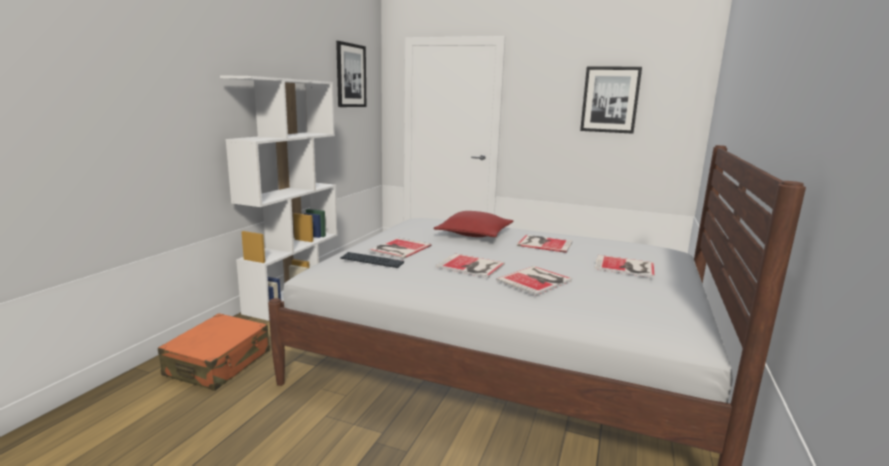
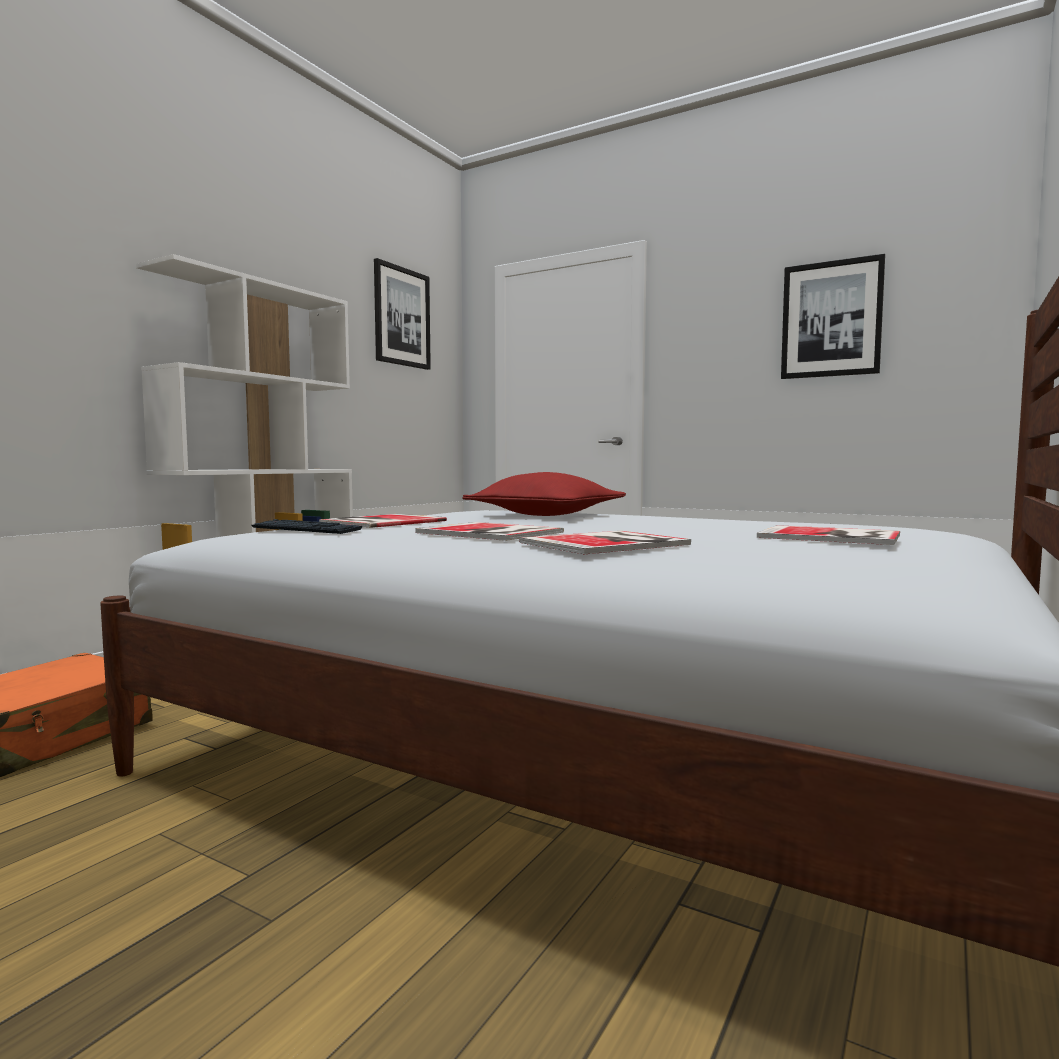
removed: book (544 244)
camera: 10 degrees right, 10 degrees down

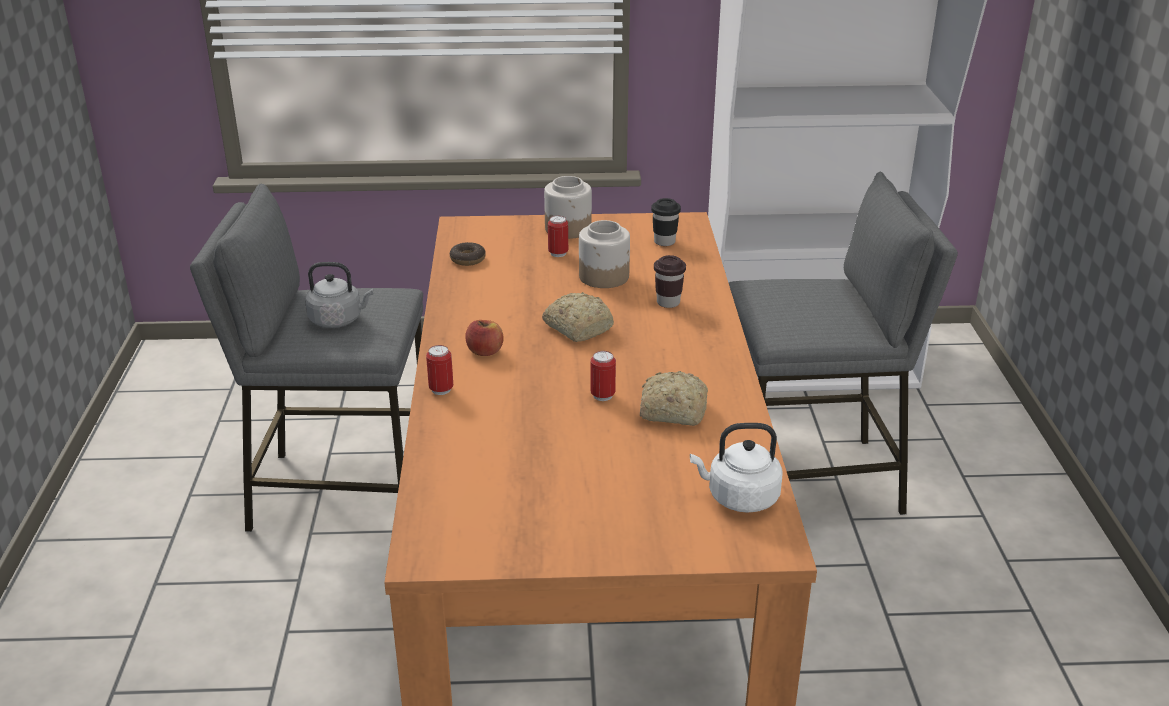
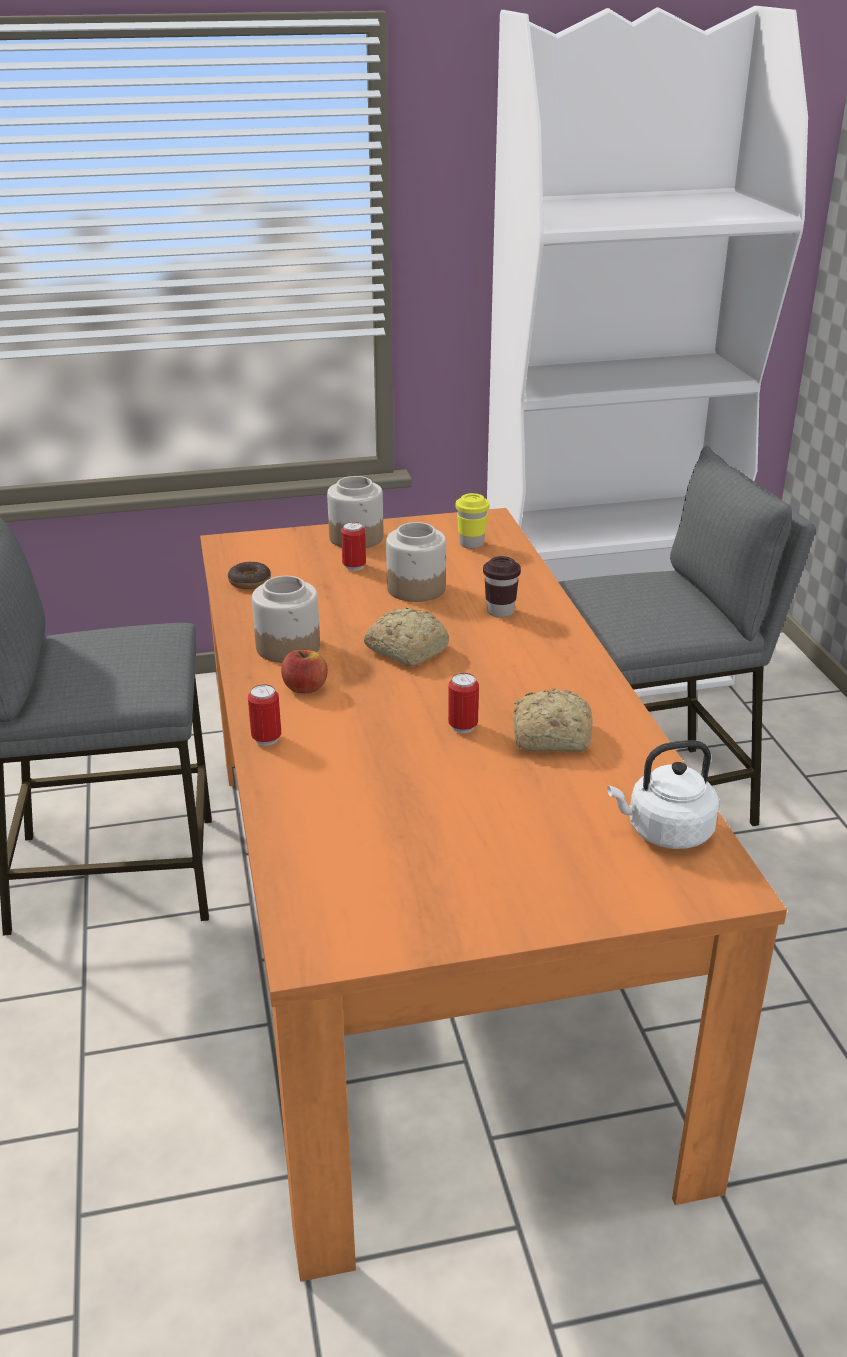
removed: kettle (grey) (339 295)
added: jar (286 619)
recoloured: cup (black) (666 222) to cup (yellow) (472 521)
camera: 10 degrees left, 0 degrees up

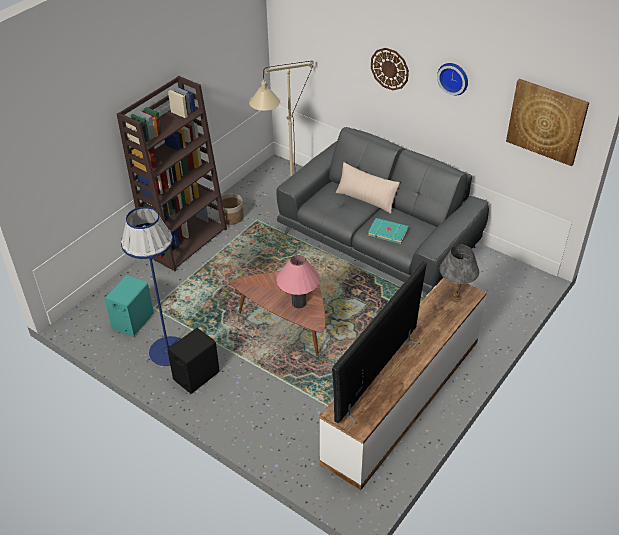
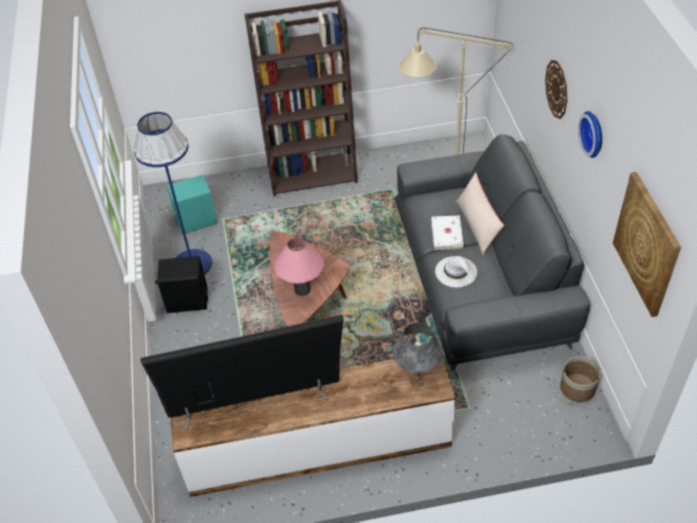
added: book (white) (447 232)
moved: planter (231 209) to (580 379)
replaced: book (turquoise) (388 231) to hat (white) (456 271)
camera: 45 degrees right, 5 degrees up

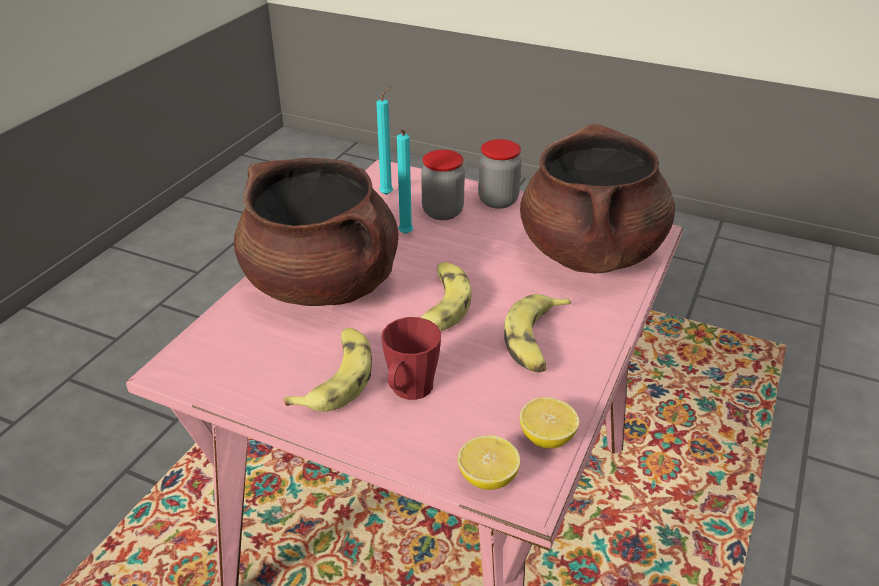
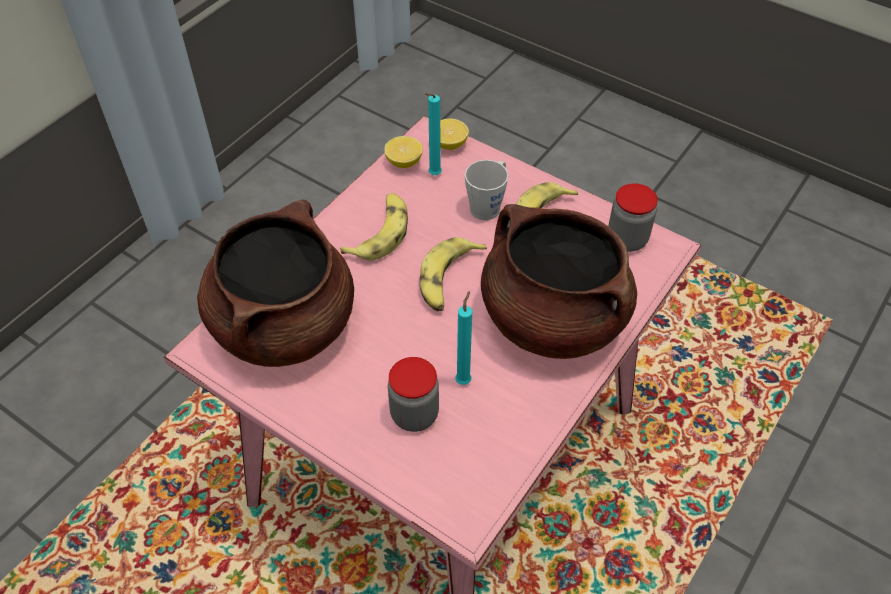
moved: candle (turquoise) (384 141) to (433 134); jar (500 174) to (633 217)
recoloured: mug (red) (411 358) to mug (grey) (487 190)
camera: 170 degrees left, 15 degrees up

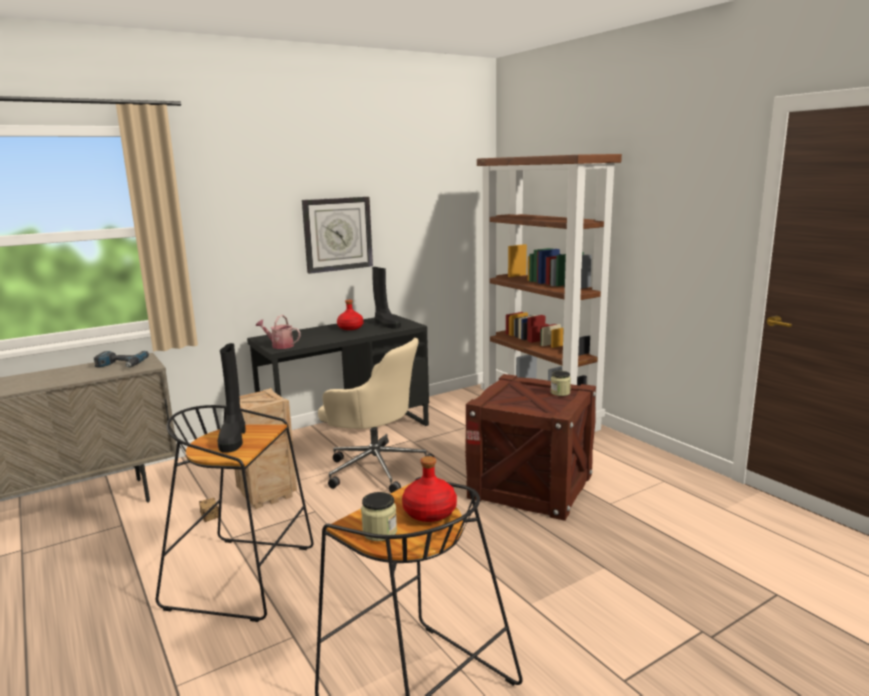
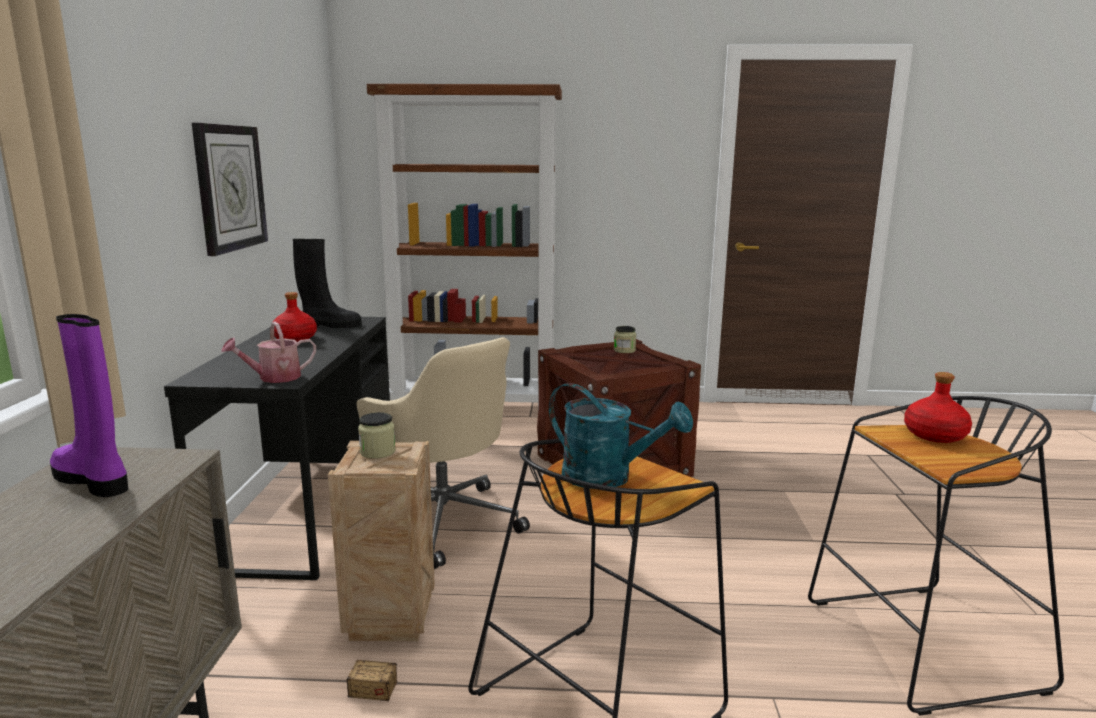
moved: jar (379 516) to (376 435)
replaced: boot (black) (231 398) to watering can (turquoise) (621 436); power drill (121 359) to boot (purple) (89 405)
turned: office chair (beige) (376 415) = (443 453) 75 degrees clockwise
camera: 55 degrees left, 0 degrees up

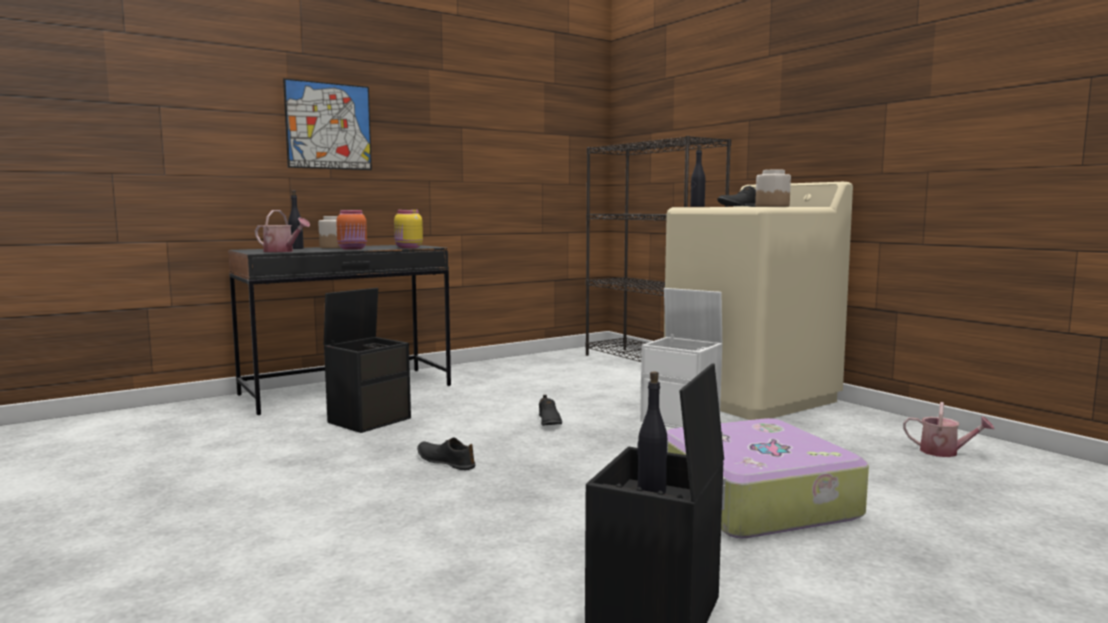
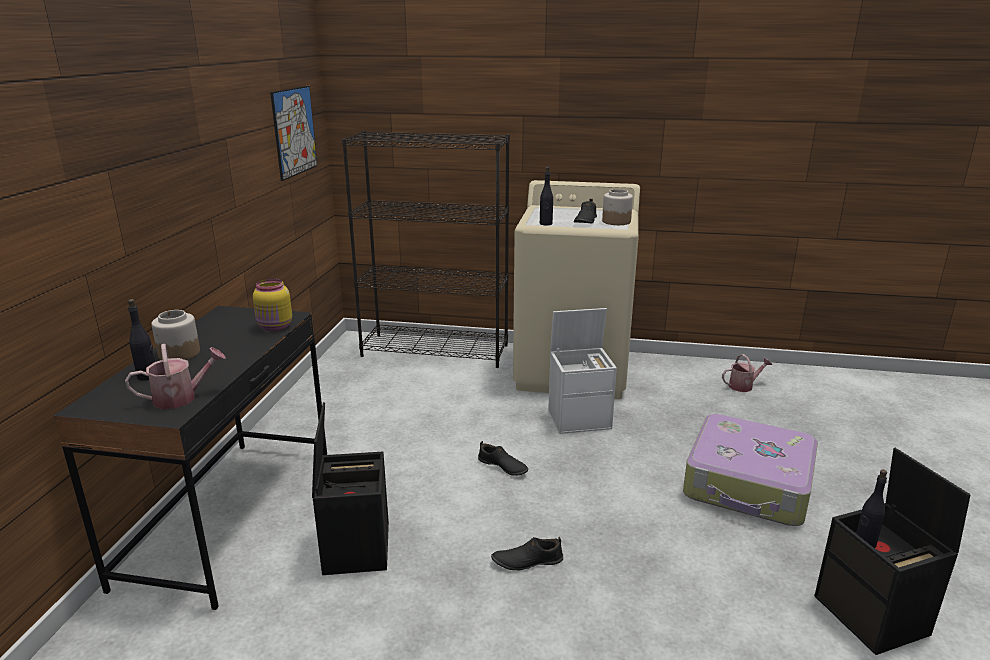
removed: jar (orange) (351 230)
moved: picture (327 124) to (293 133)
camera: 45 degrees left, 15 degrees up

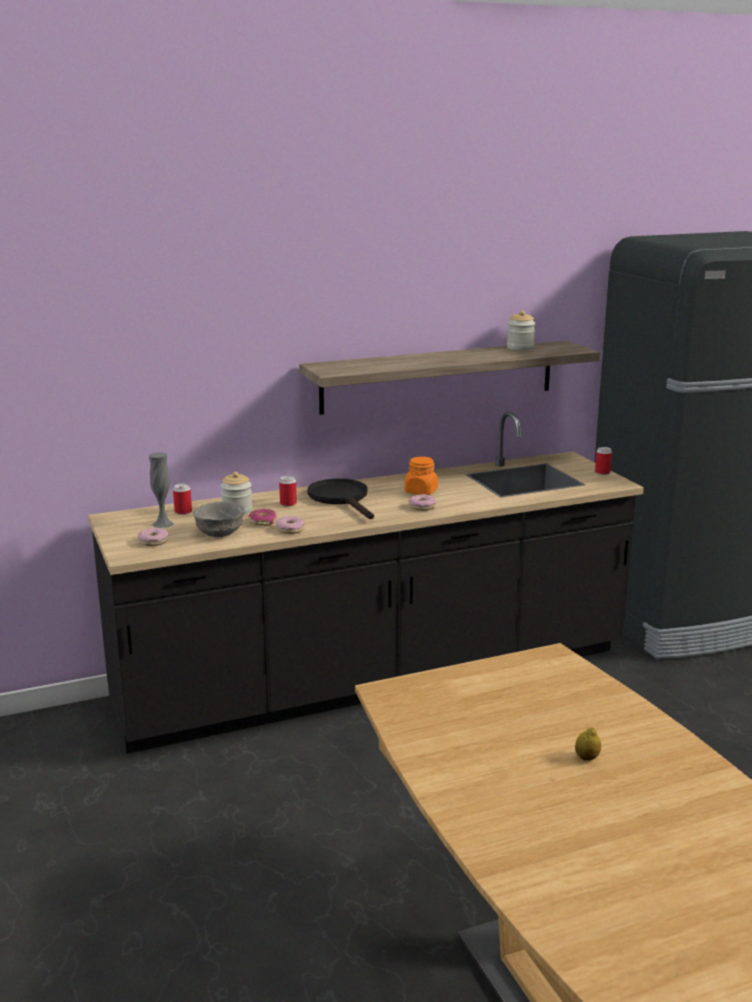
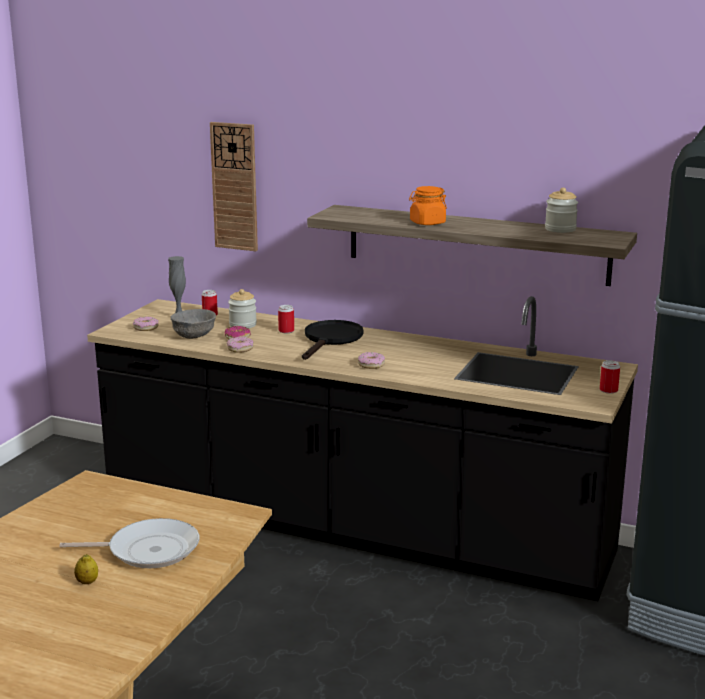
added: wall clock (234 186); frying pan (129 543)
moved: jar (orange) (421 475) to (428 205)
camera: 45 degrees right, 0 degrees up

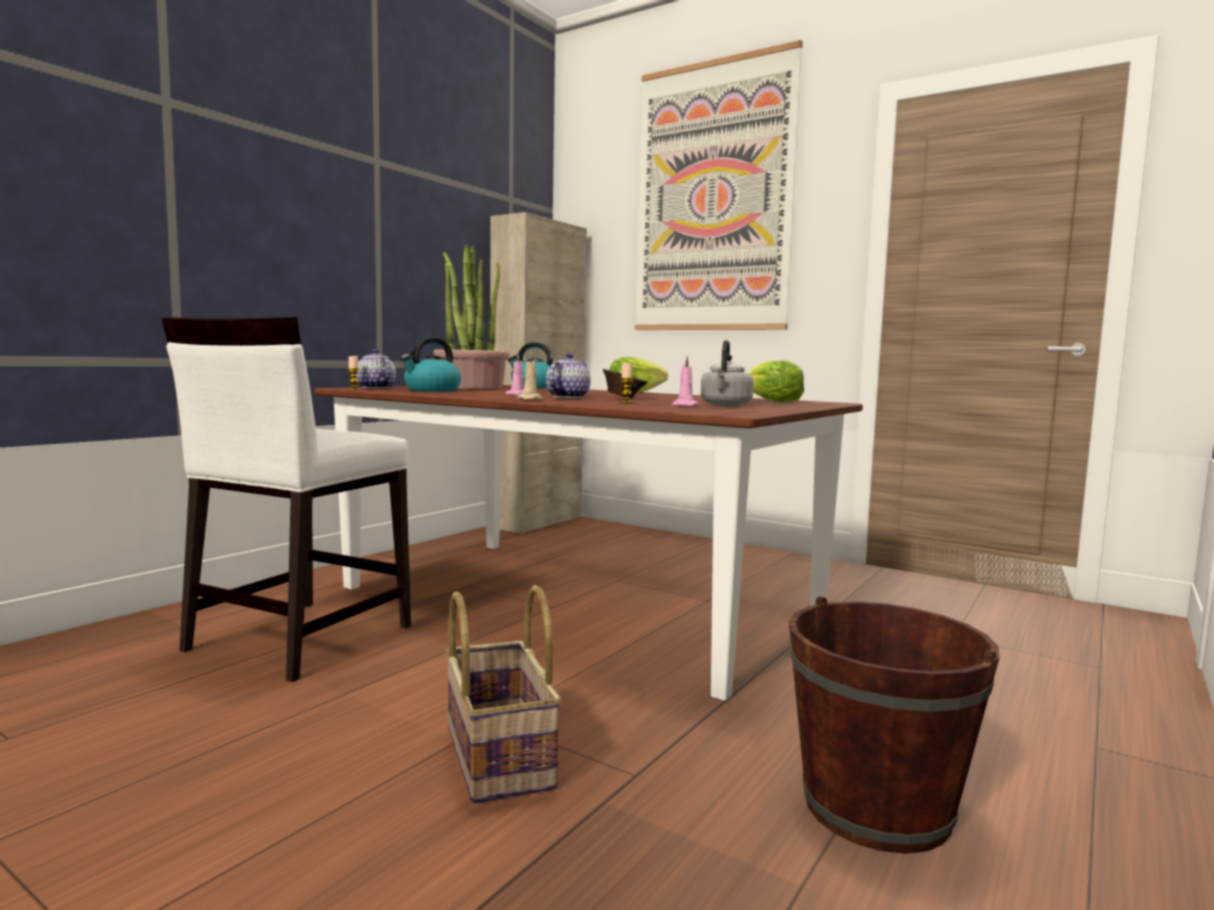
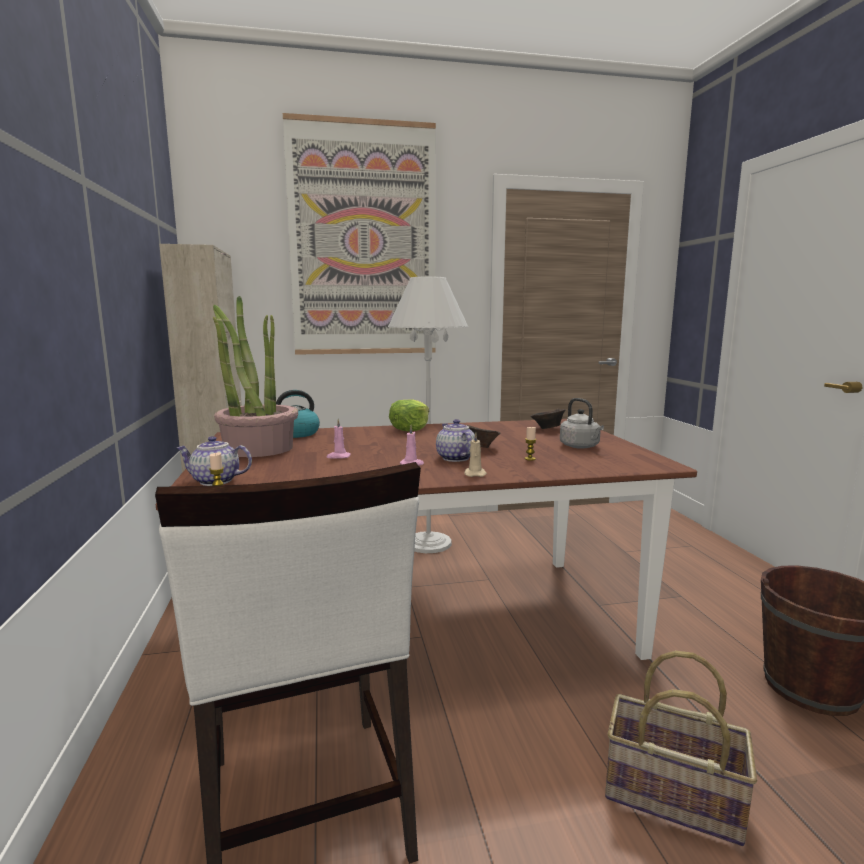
removed: kettle (431 364)
added: floor lamp (white) (428 415)
moved: candle (pink) (686 381) to (338 439)
replaced: lettuce (776 381) to bowl (brown) (548 419)
camera: 45 degrees left, 5 degrees up

